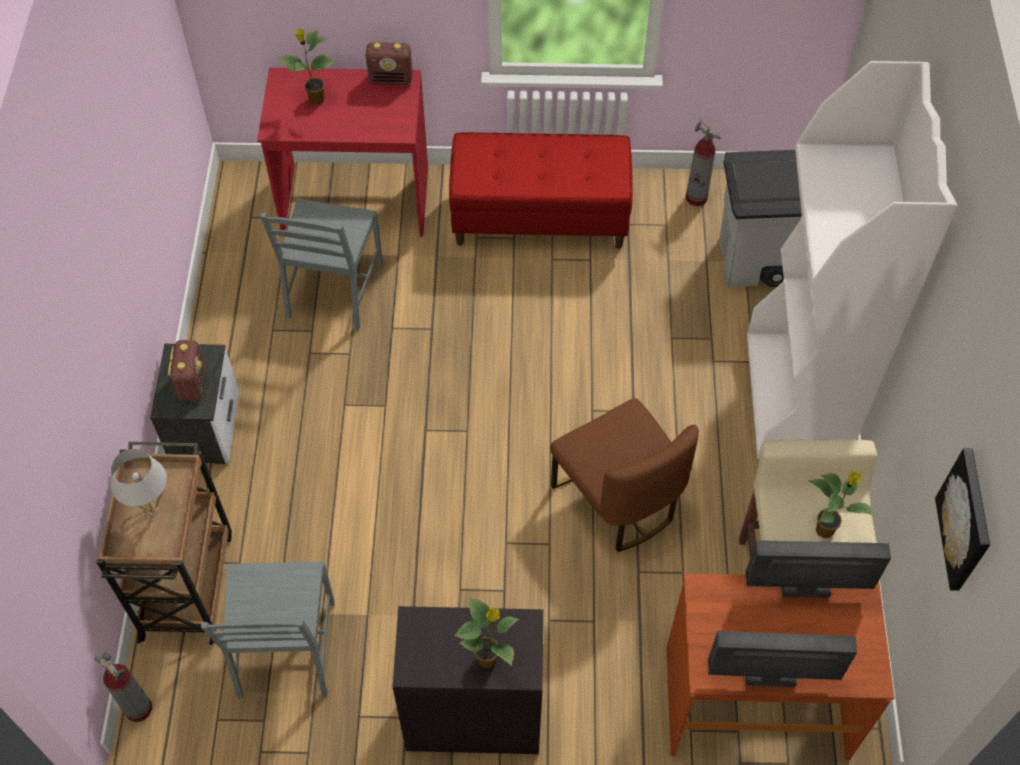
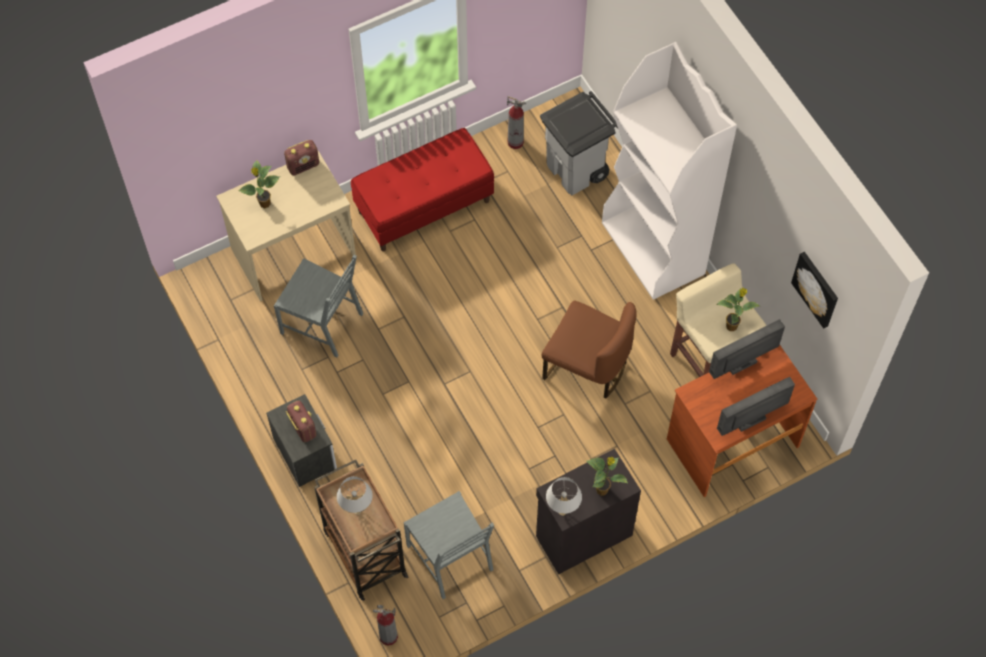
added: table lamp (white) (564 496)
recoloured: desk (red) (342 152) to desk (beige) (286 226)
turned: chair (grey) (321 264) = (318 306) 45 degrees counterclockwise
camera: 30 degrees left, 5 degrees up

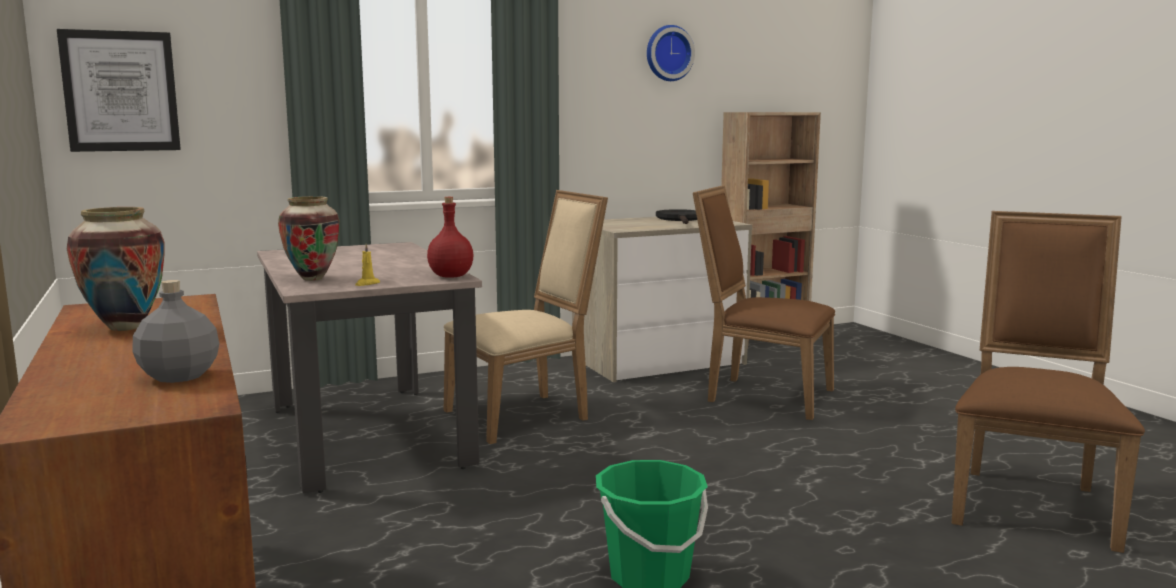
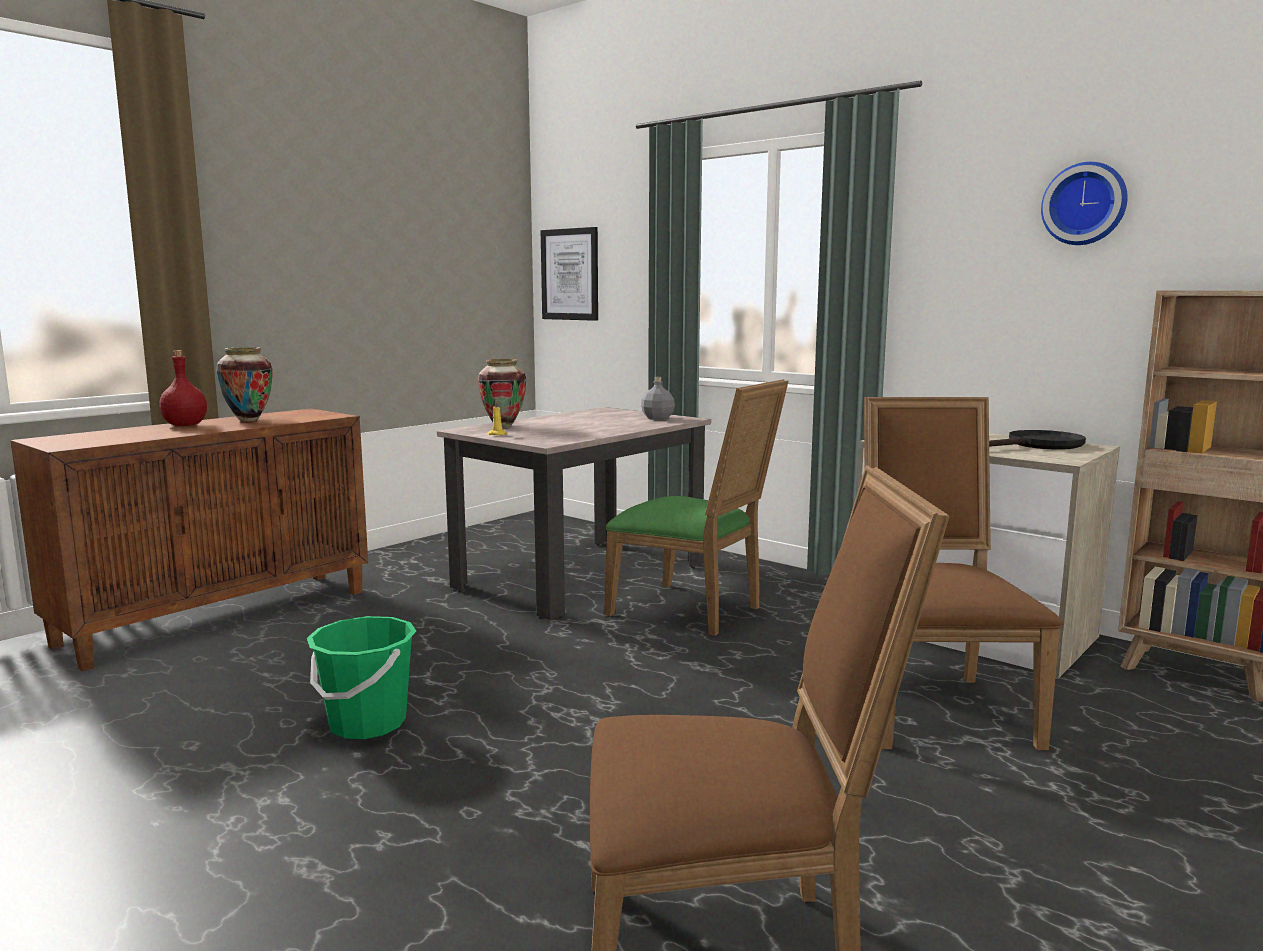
moved: bottle (red) (450 237) to (183 388); bottle (grey) (176 331) to (658 398)
recoloured: chair (beige) (526 317) to chair (green) (696 507)
camera: 65 degrees right, 0 degrees up

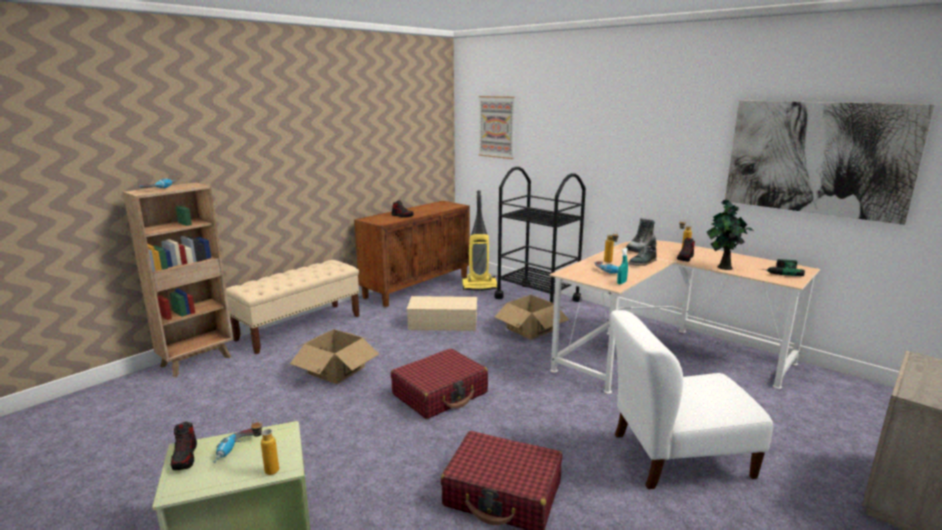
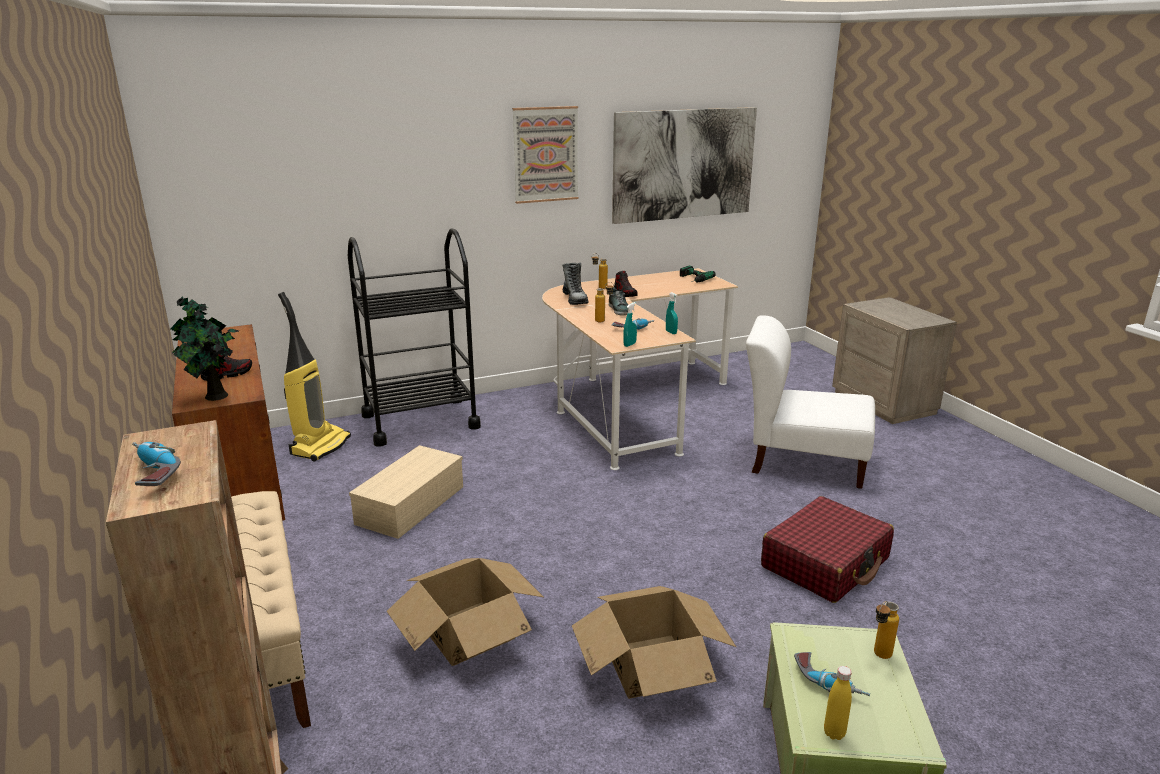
removed: suitcase (red) (439 383)
added: spray bottle (turquoise) (630 324)
moved: picture (496 127) to (545 155); potted plant (730 234) to (204 348); cardboard box (531 317) to (654 642)
replaced: shoe (184 446) to bottle (yellow) (838 703)
turned: chair (white) (691 399) = (810 402) 90 degrees clockwise
camera: 65 degrees left, 5 degrees up

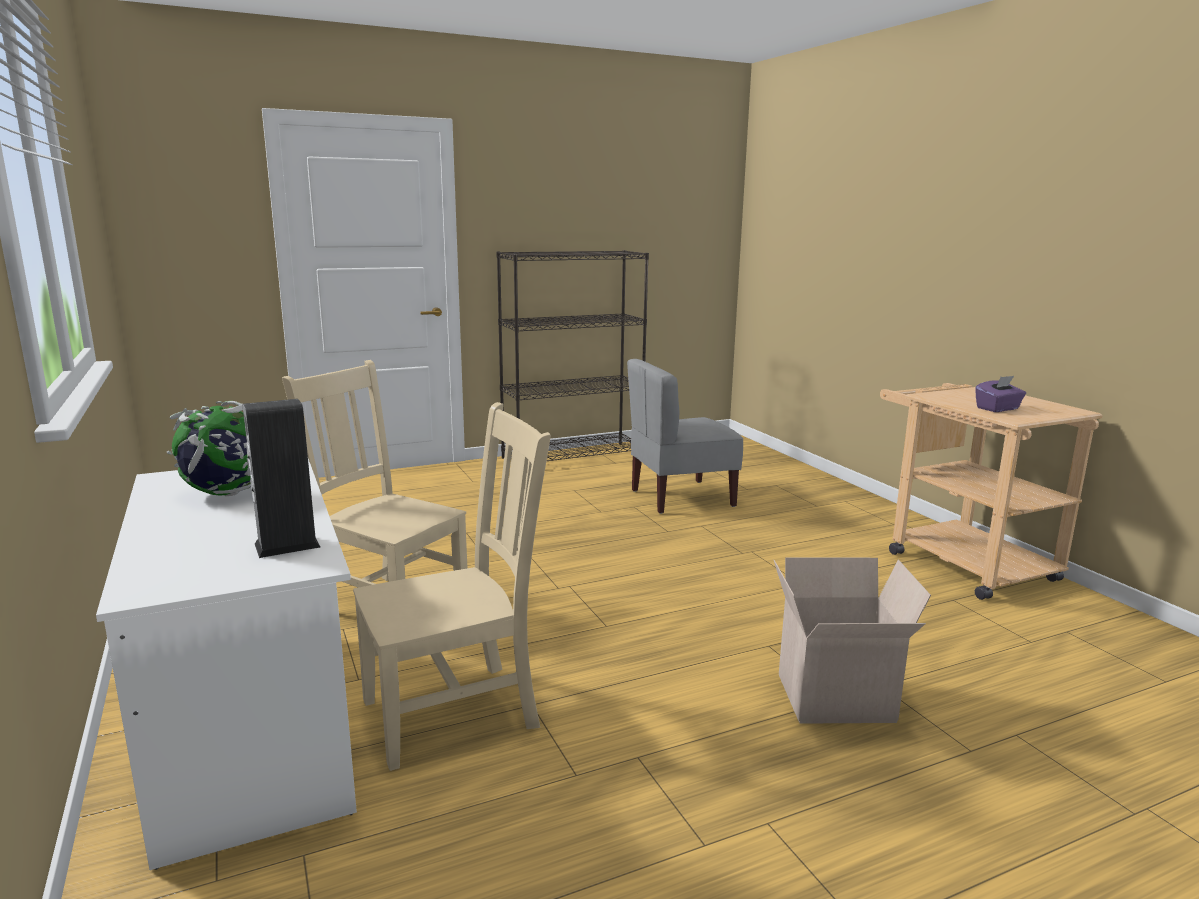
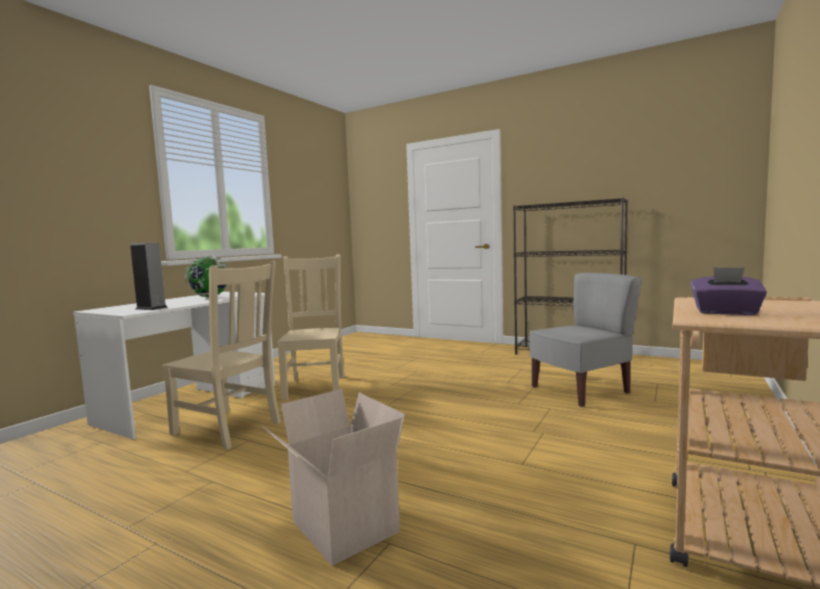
turned: chair (grey) (685 436) = (585 340) 120 degrees clockwise
camera: 55 degrees right, 10 degrees down

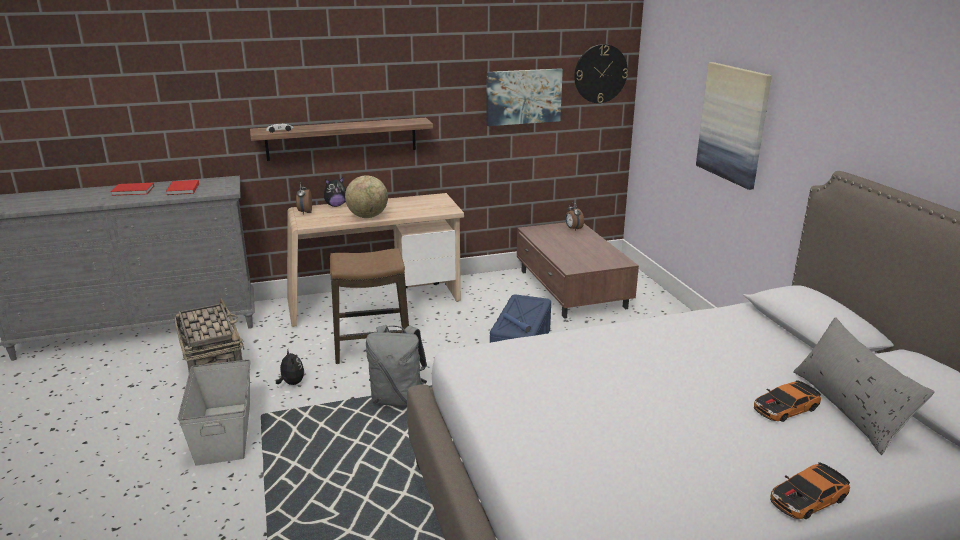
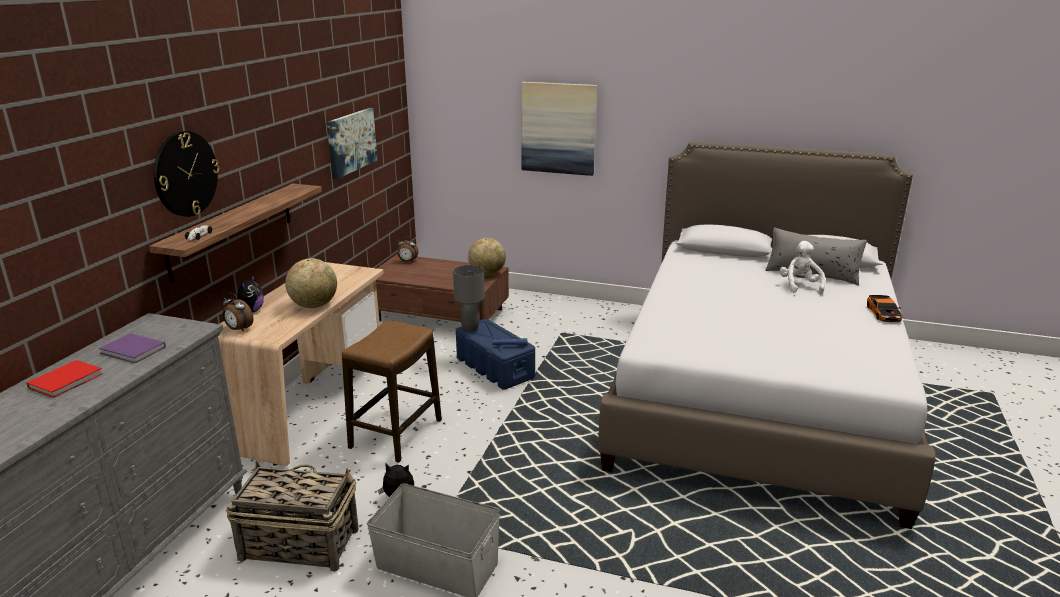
removed: backpack (grey) (396 366)
added: globe (487 257); table lamp (grey) (469 298)
moved: wall clock (601 73) to (186 174)
replaced: toy car (787 401) to plush toy (white) (802 267)
recoloured: book (red) (182 187) to book (purple) (132 348)
camera: 55 degrees left, 0 degrees up

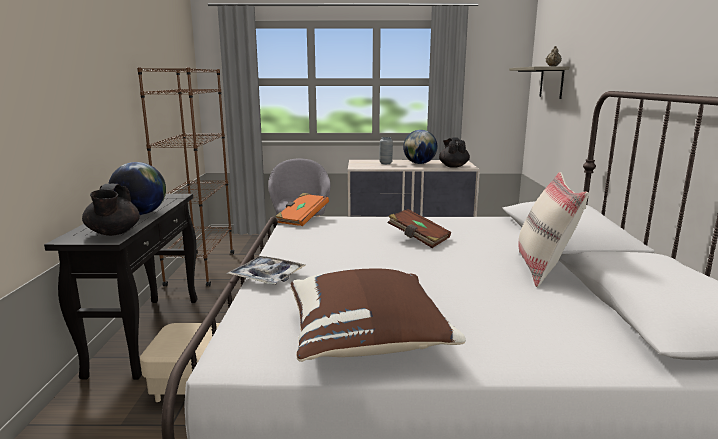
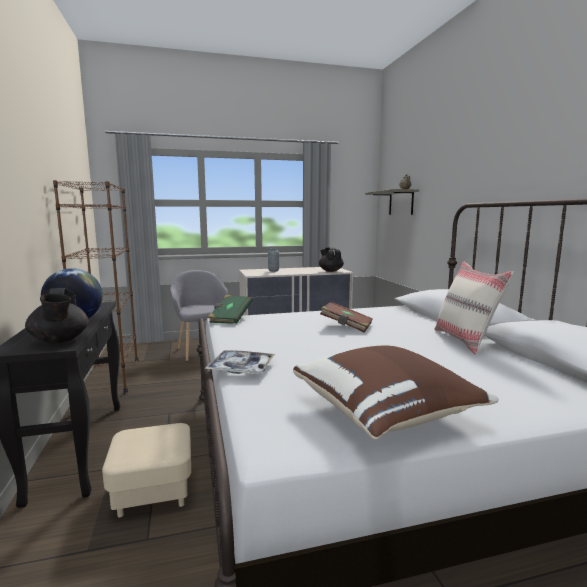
removed: globe (420 147)
recoloured: book (orange) (302 209) to book (green) (230 309)
camera: 15 degrees left, 5 degrees down

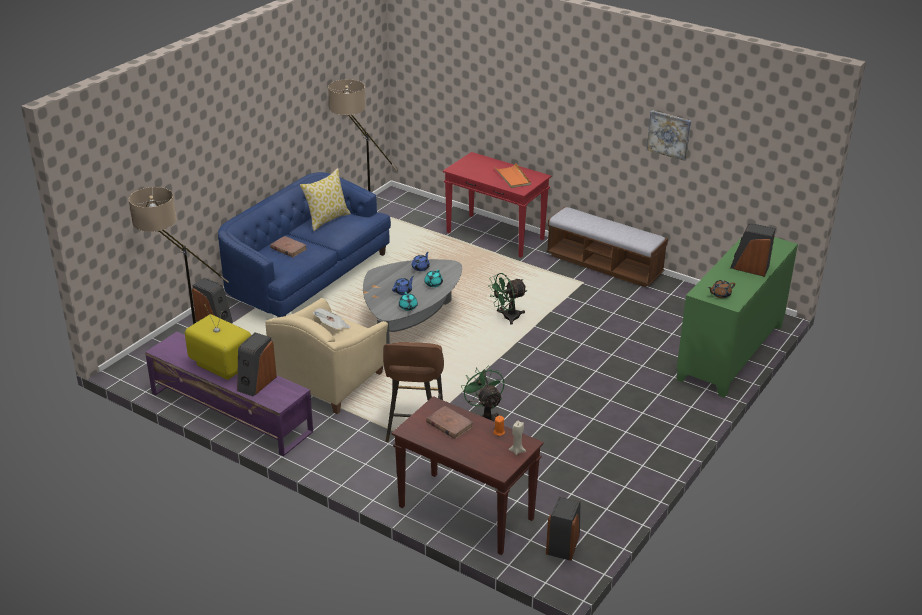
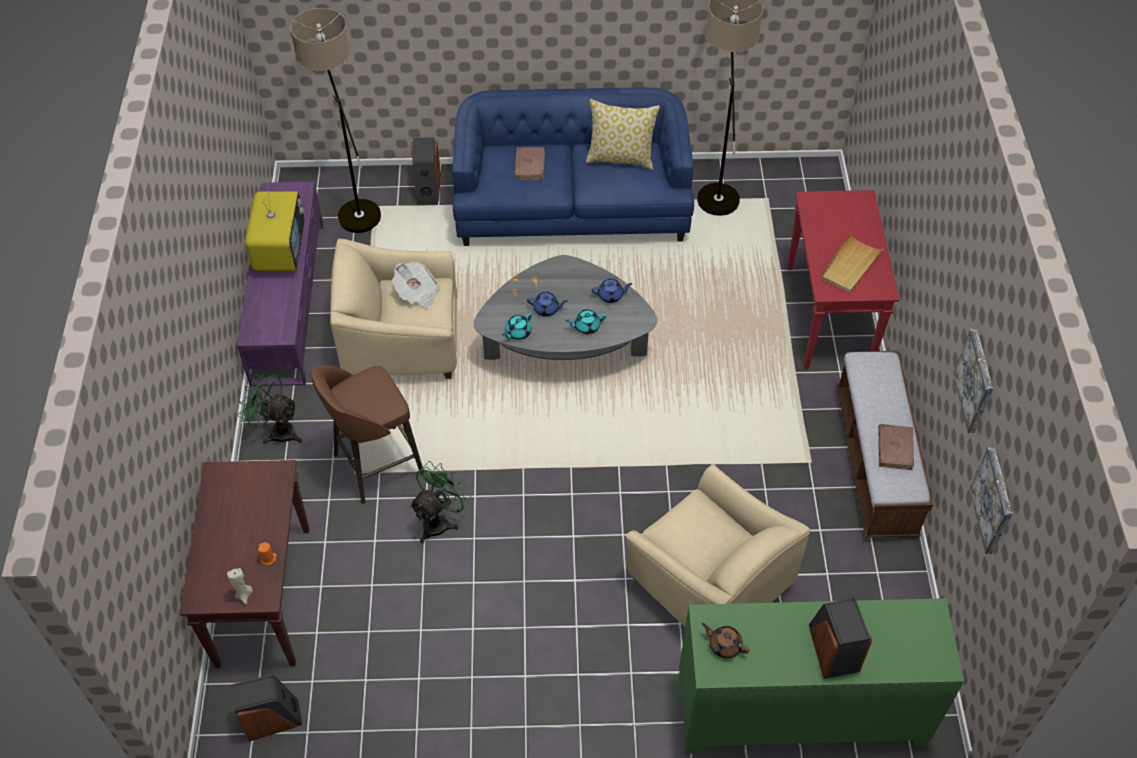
removed: speaker (257 364)
added: picture (991 500); armchair (beige) (718 545)
moved: fan (green) (507 299) to (270 408); book (brown) (449 422) to (896 447)
recoloured: tray (orange) (512 175) to tray (beige) (852 263)
camera: 55 degrees right, 20 degrees up

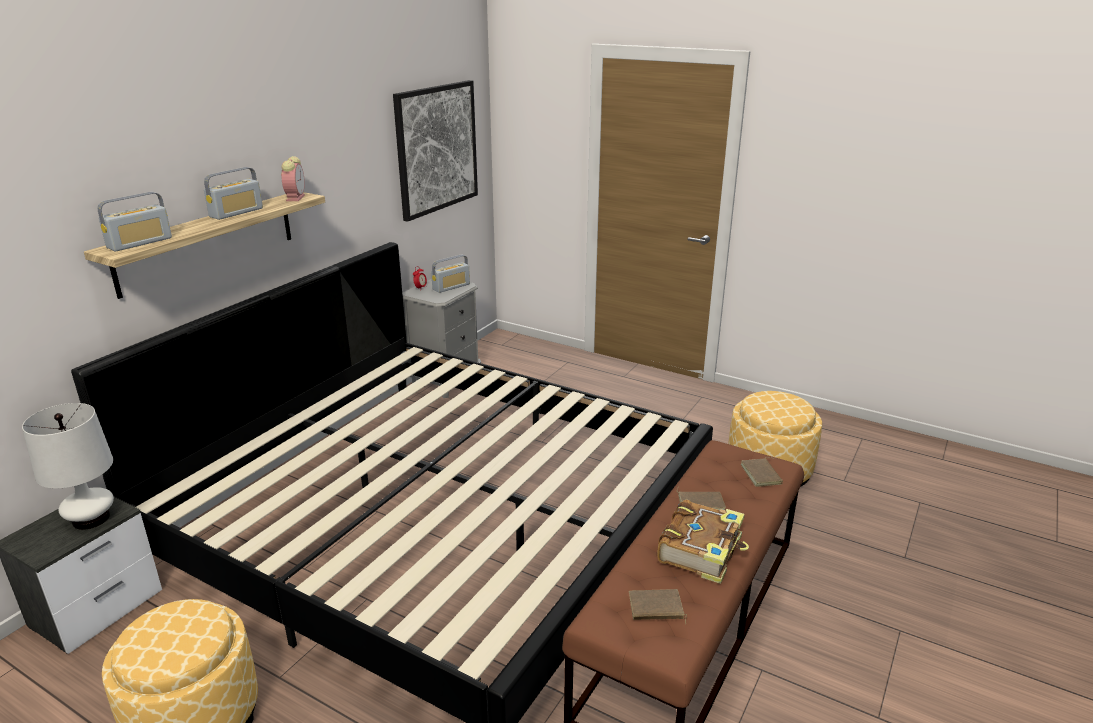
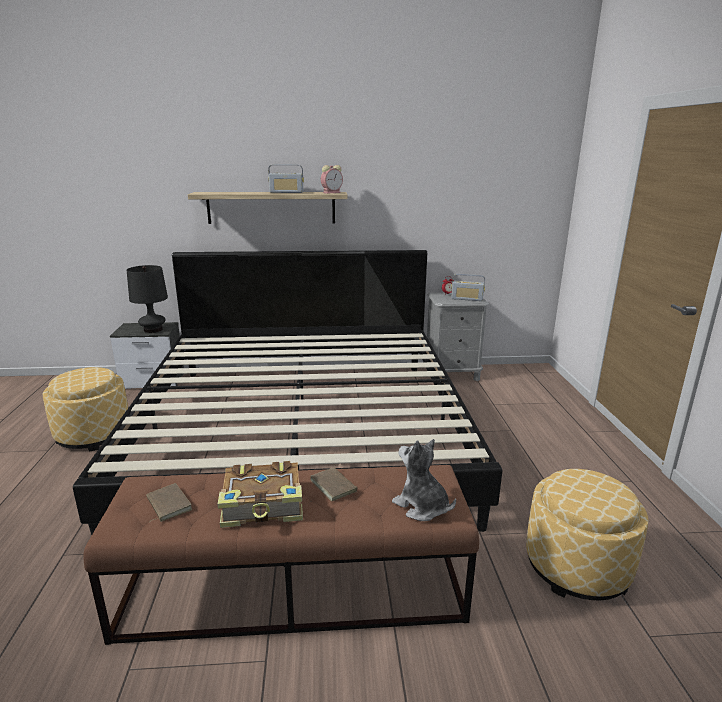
removed: picture (435 151); radio (134 221)
replaced: book (brown) (762 472) to plush toy (424 480)
recoloured: table lamp (white) (68 466) to table lamp (black) (147 299)
camera: 55 degrees right, 5 degrees down

